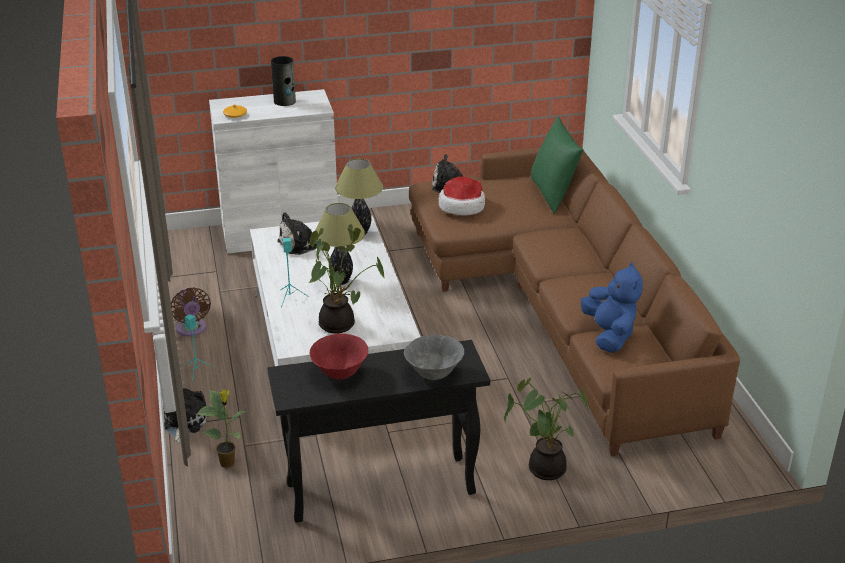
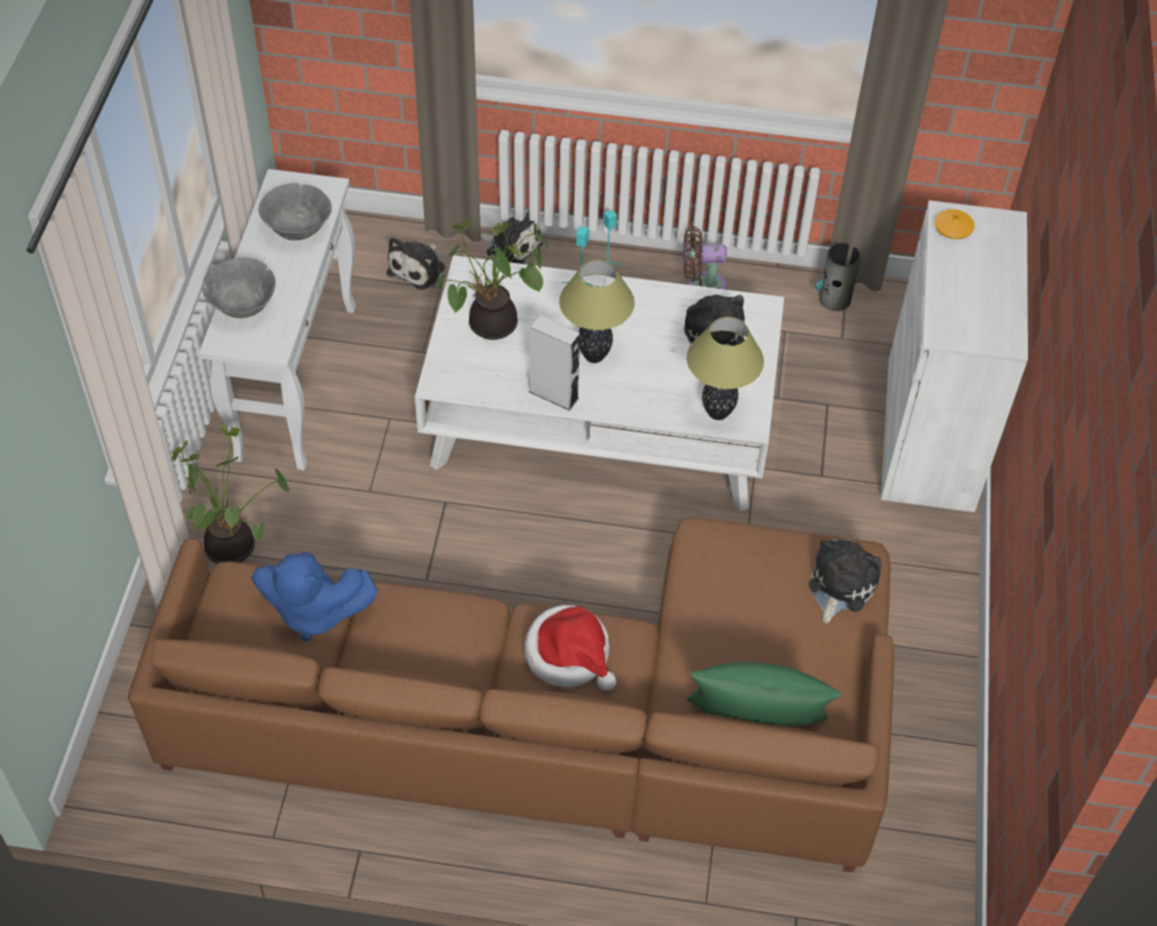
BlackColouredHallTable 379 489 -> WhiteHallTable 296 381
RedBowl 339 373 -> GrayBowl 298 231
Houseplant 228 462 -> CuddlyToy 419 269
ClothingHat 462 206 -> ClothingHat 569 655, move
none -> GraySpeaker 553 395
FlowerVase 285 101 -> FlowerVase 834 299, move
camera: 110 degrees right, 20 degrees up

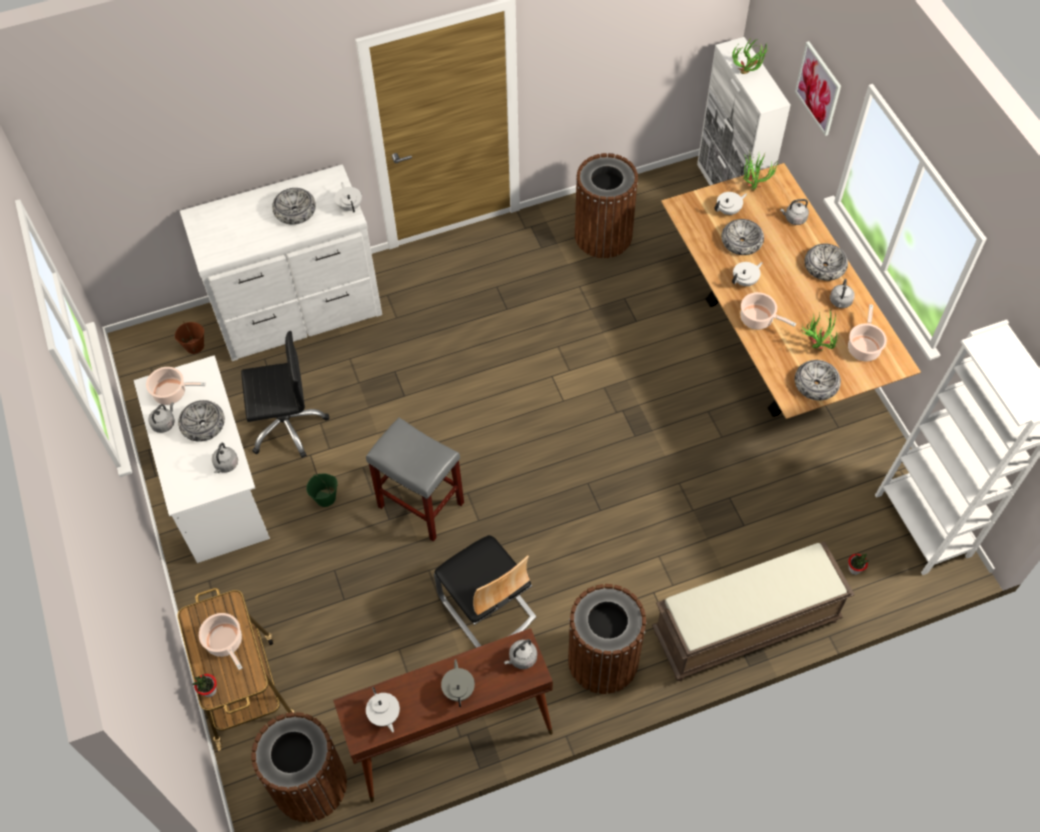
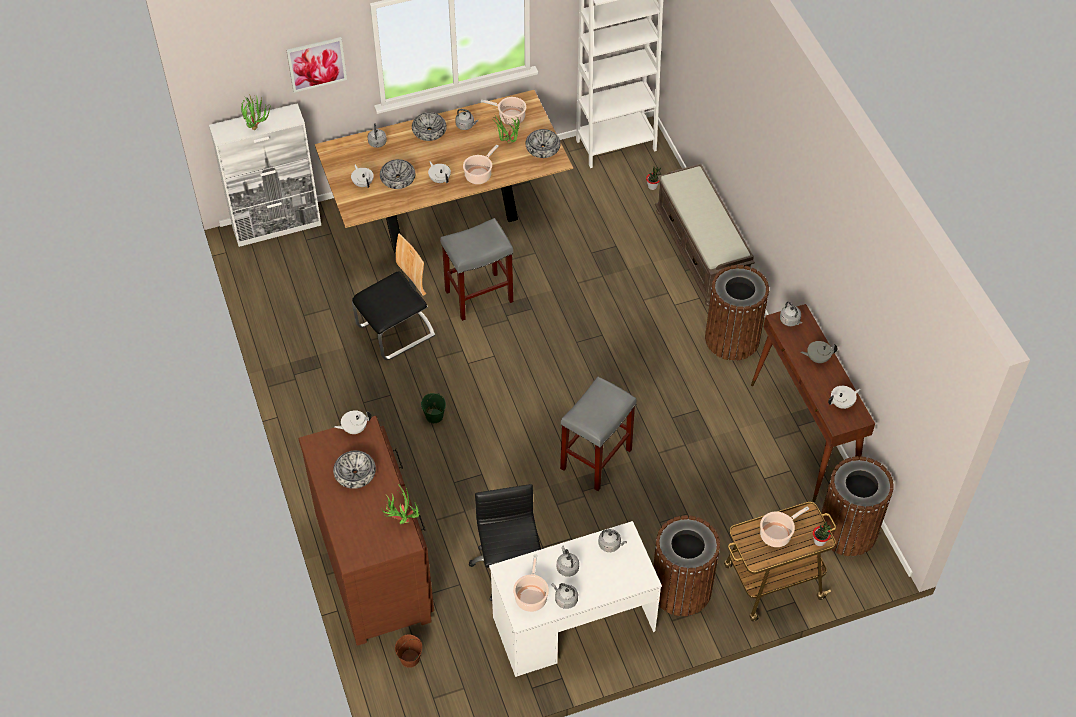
WhiteDresser 299 311 -> BrownColouredDresser 375 566
UprightChair 486 608 -> UprightChair 396 331, move
Houseplant 753 185 -> Houseplant 401 519, move
GreenColouredPail 325 497 -> GreenColouredPail 434 416, move
none -> GrayStool 478 297
Bowl 203 424 -> GrayKettle 567 567
BrownColouredTrashCan 603 235 -> BrownColouredTrashCan 681 589, move
camera: 90 degrees left, 5 degrees down

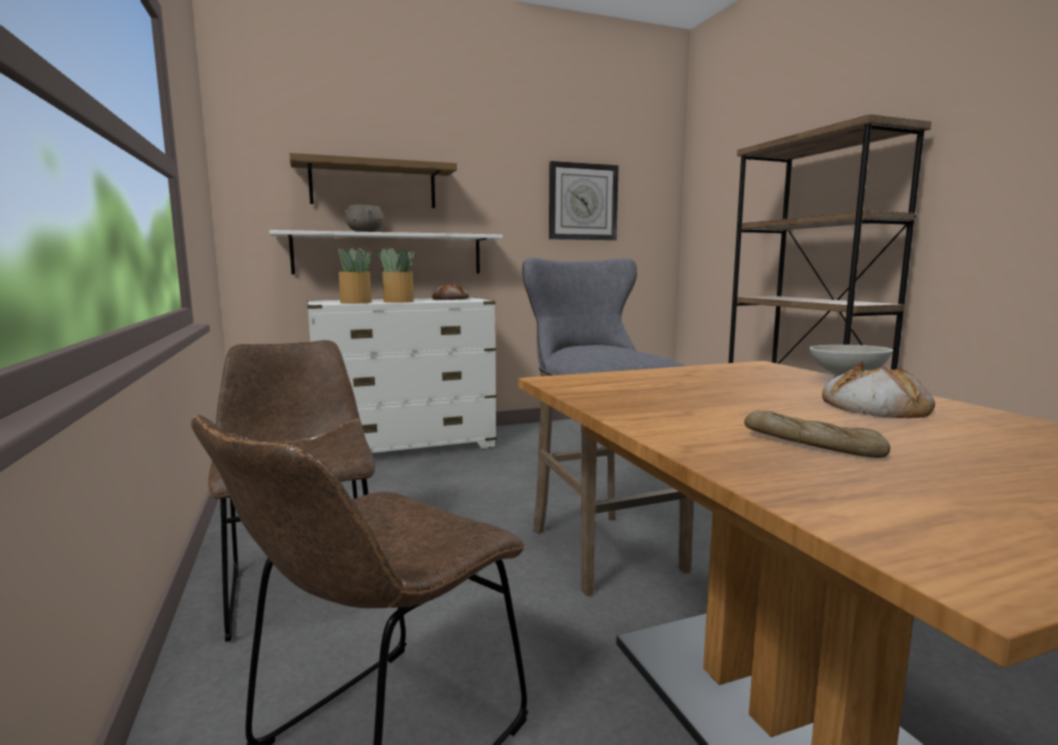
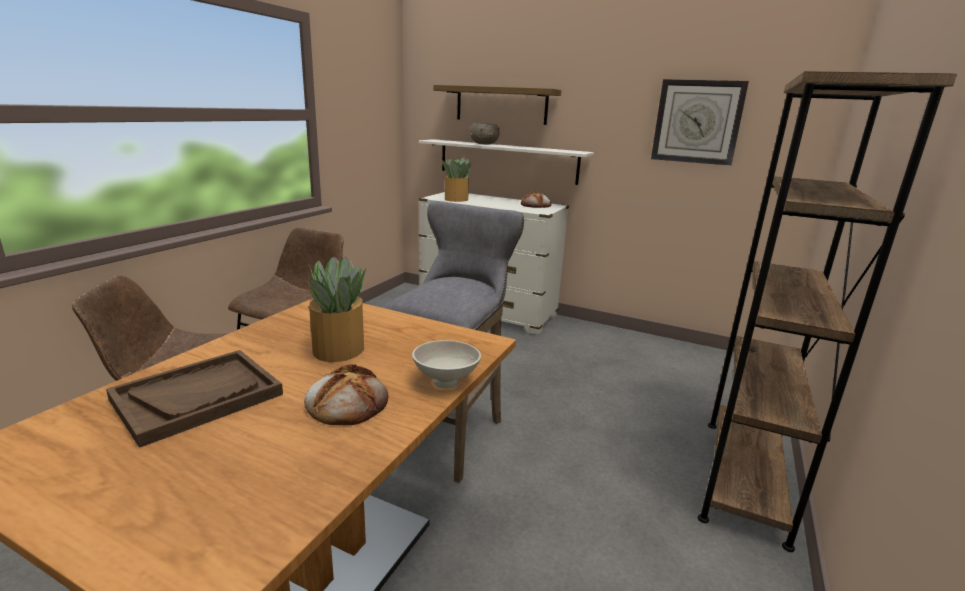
BakeryBread 811 445 -> BrownColouredServingTray 198 397
Houseplant 398 301 -> Houseplant 337 350, move
camera: 45 degrees right, 10 degrees up

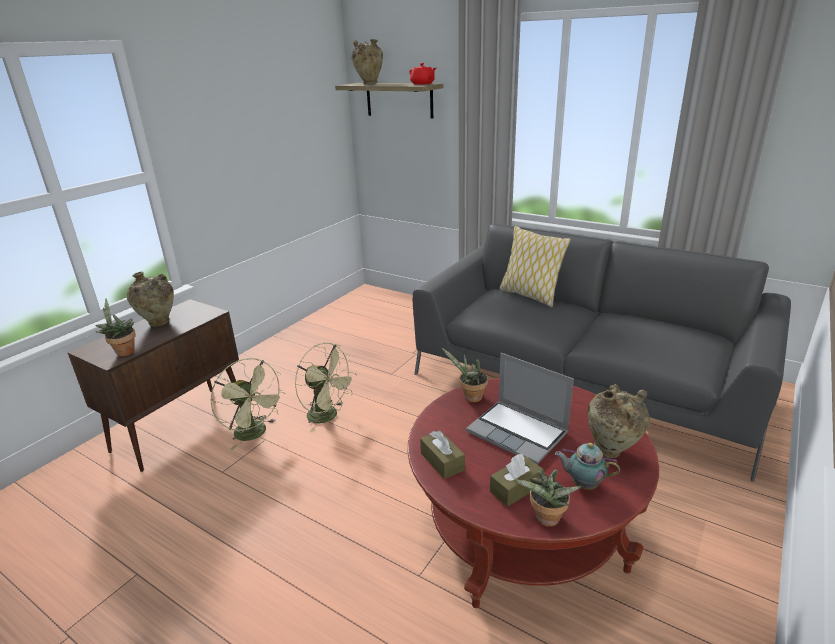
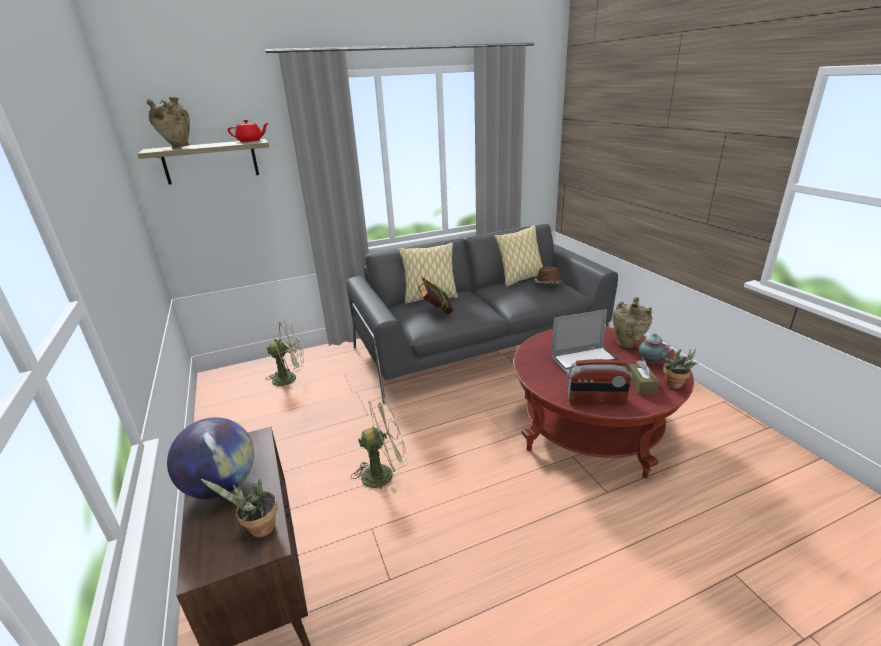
BeigeFlowerVase 159 324 -> Globe 221 486
GreenColouredFan 255 434 -> GreenColouredFan 290 378, move
none -> BoundBook 435 312
none -> ThrowPillow 520 279
none -> BrownColouredClothingHat 548 284
BrownColouredTissueBox 442 461 -> RadioReceiver 596 400
TeaPot 583 484 -> TeaPot 650 363, 105 degrees counterclockwise
Houseplant 470 398 -> none
camera: 55 degrees left, 0 degrees up

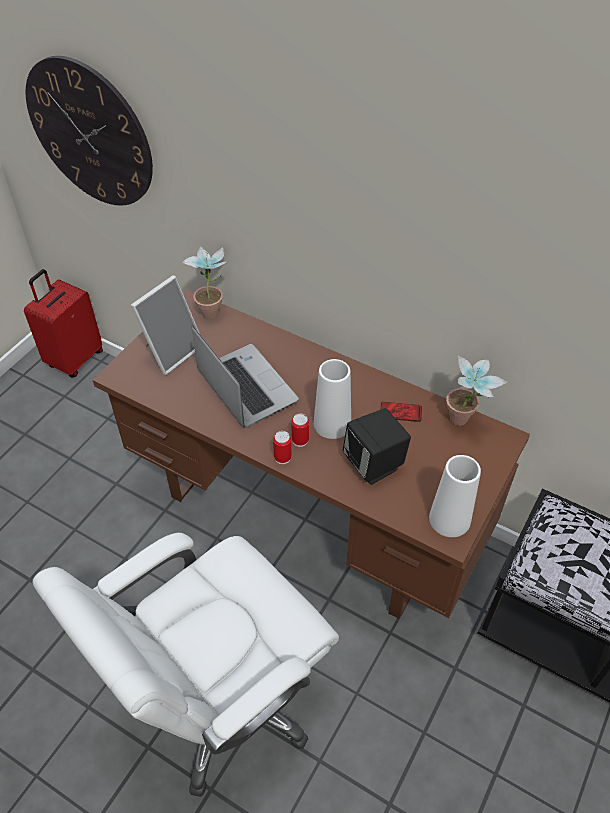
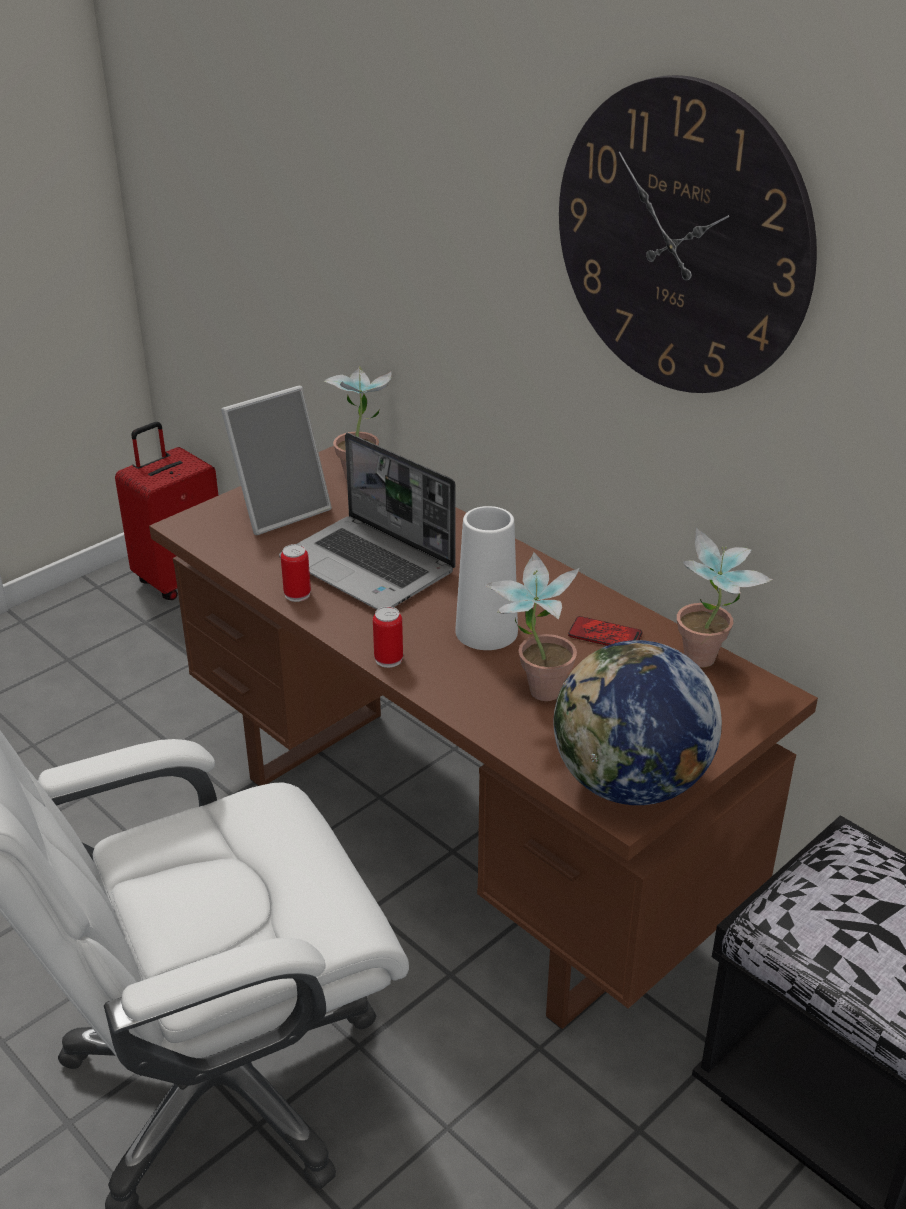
Laptop 245 386 -> Laptop 370 566, 150 degrees clockwise
Can 300 440 -> Can 297 594, move
BlackColouredSpeaker 374 464 -> Houseplant 533 692
WhiteFlowerVase 449 519 -> Globe 630 784
WallClock 90 133 -> WallClock 681 240, move
camera: 15 degrees right, 15 degrees down

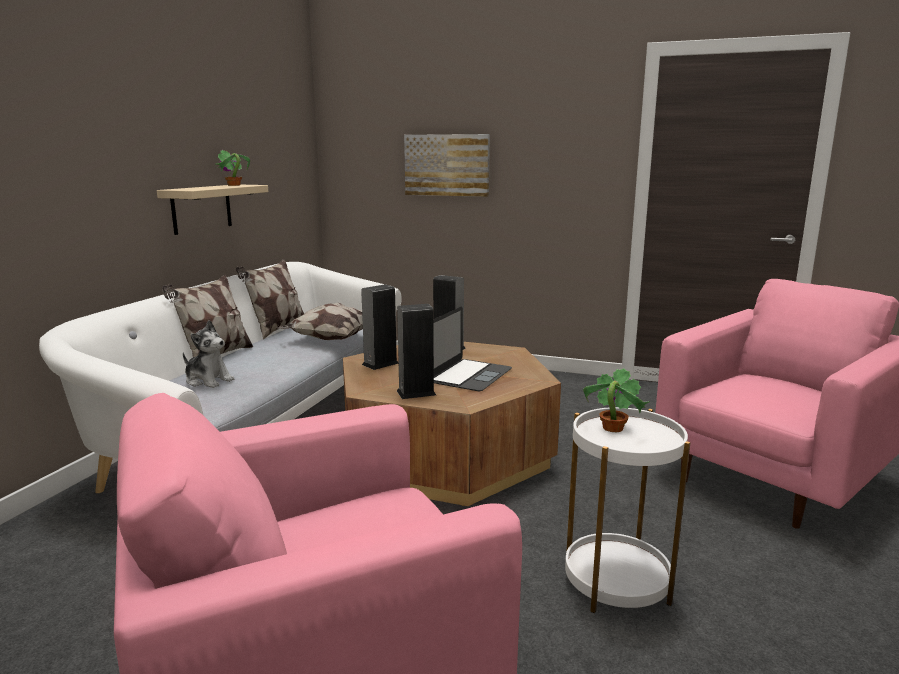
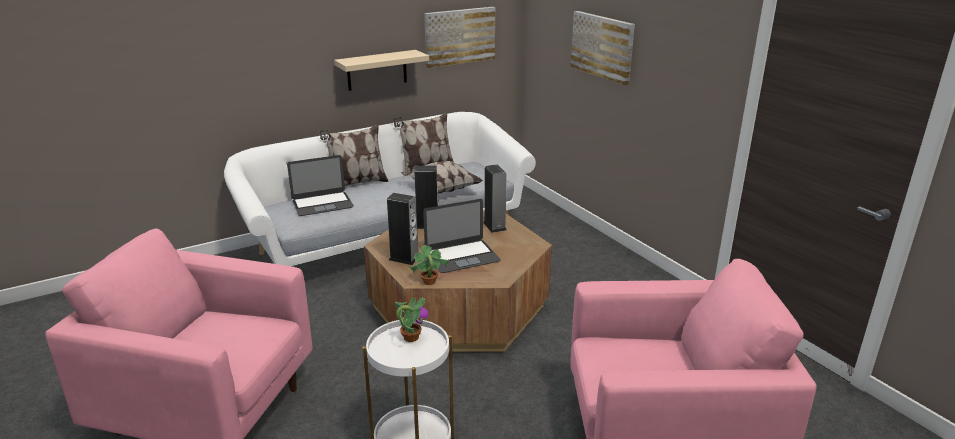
CuddlyToy 208 380 -> Laptop 322 204
Houseplant 233 185 -> Houseplant 429 282, move
none -> Picture 459 36
camera: 40 degrees right, 10 degrees up

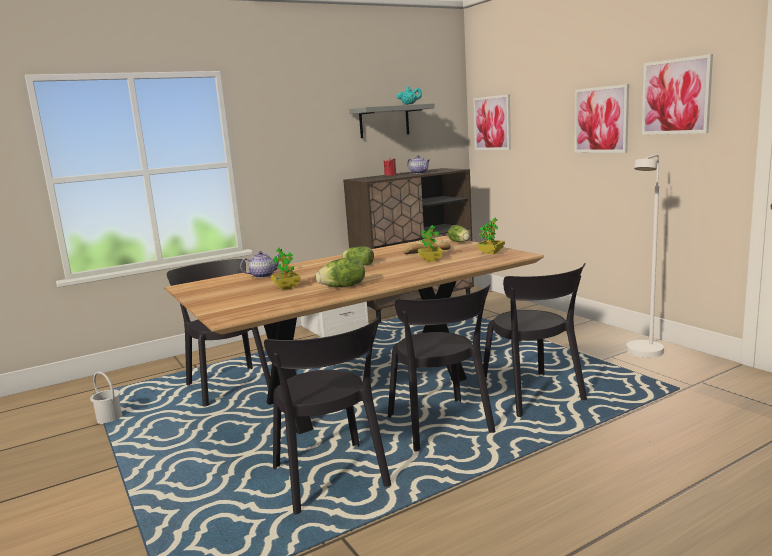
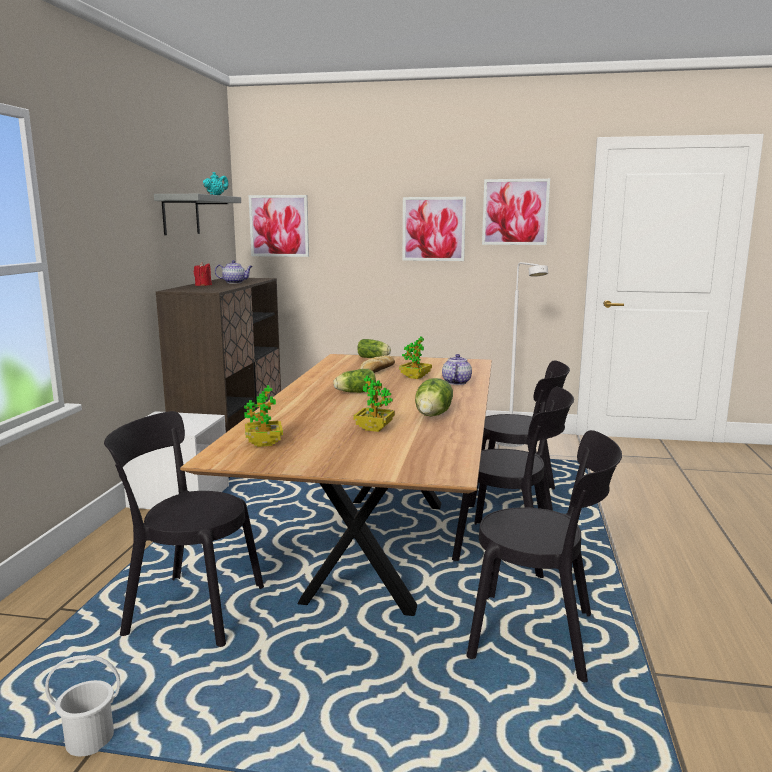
Houseplant 491 253 -> Houseplant 264 443, move
TeaPot 263 275 -> TeaPot 456 382, move
camera: 50 degrees left, 0 degrees up

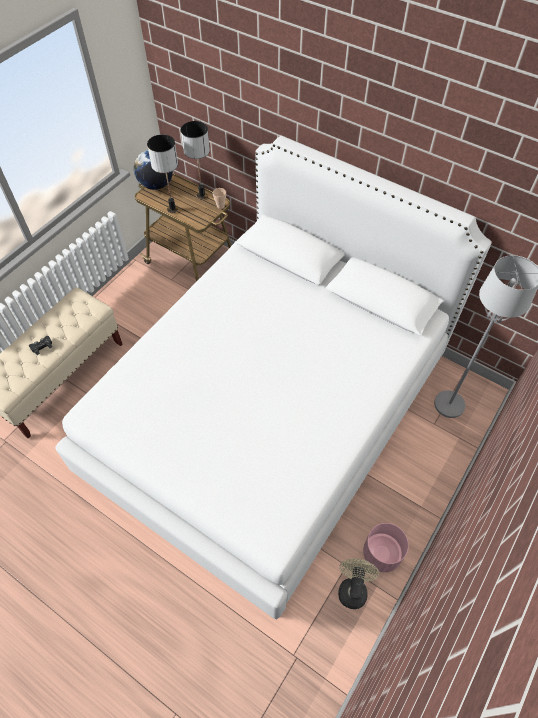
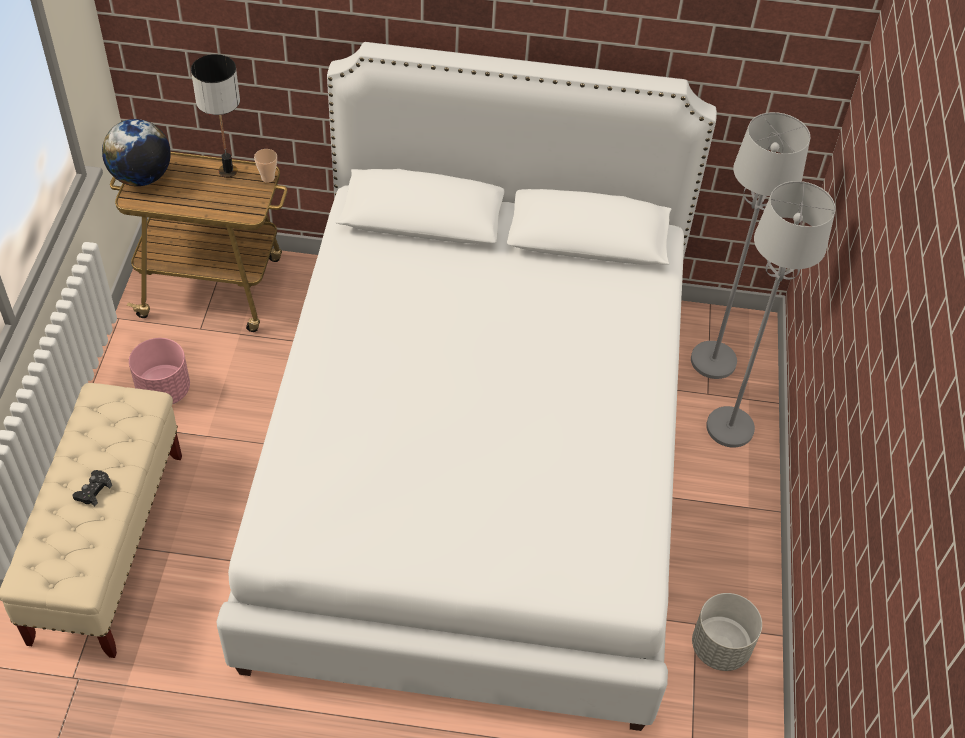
PinkPlantPot 381 553 -> PinkPlantPot 164 390, move
BeigeFan 353 588 -> GrayPlantPot 720 647
none -> GrayStandardLamp 730 428
TableLamp 172 209 -> none
camera: 30 degrees left, 5 degrees down

